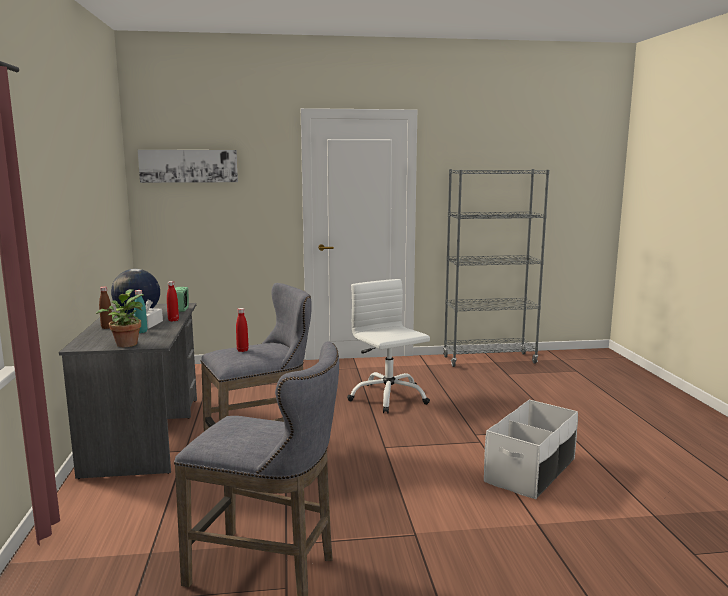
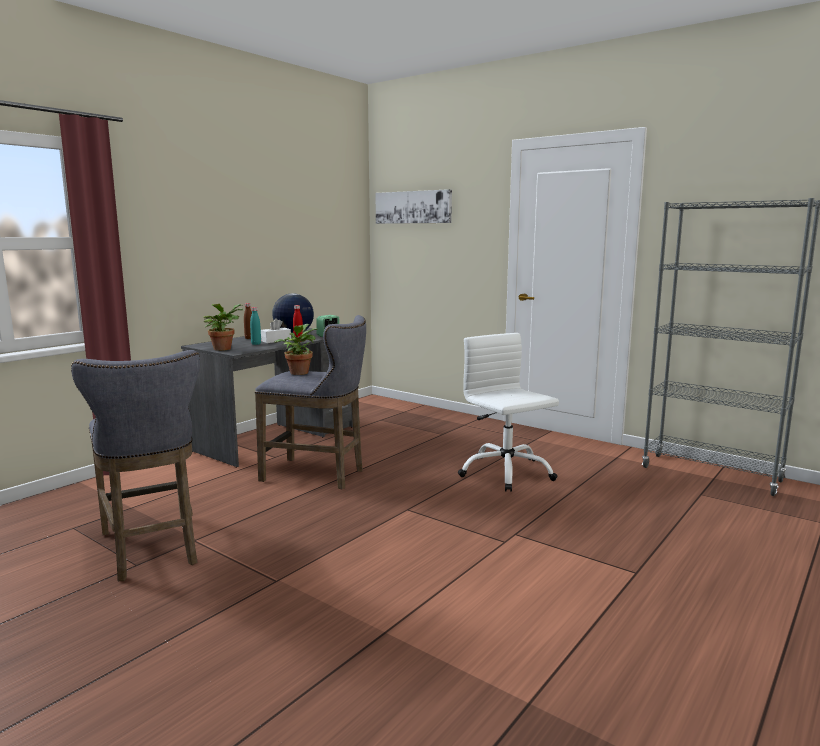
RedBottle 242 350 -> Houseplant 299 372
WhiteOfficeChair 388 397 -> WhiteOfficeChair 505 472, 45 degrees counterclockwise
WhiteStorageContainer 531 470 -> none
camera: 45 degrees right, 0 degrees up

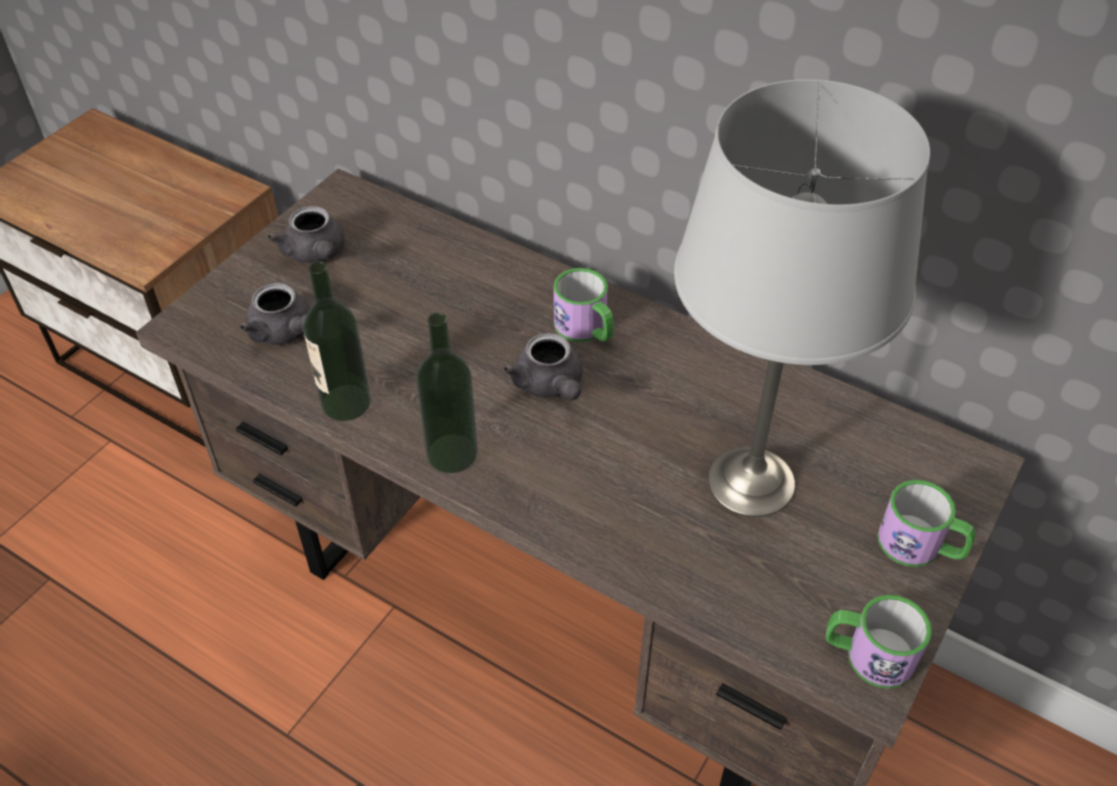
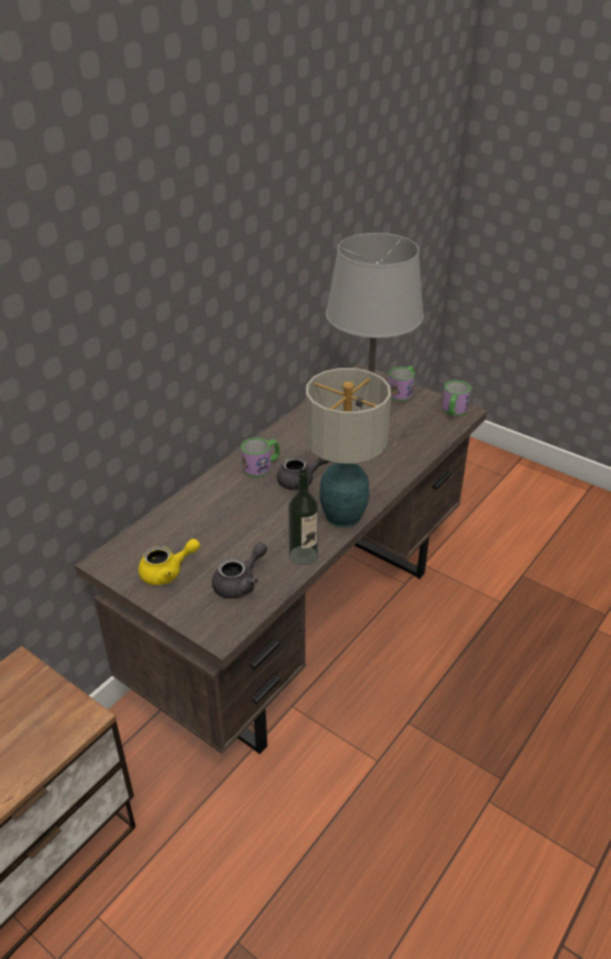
GrayTeaPot 316 254 -> YellowishTeaPot 167 572
Bottle 452 453 -> TableLamp 344 515
camera: 85 degrees left, 10 degrees down

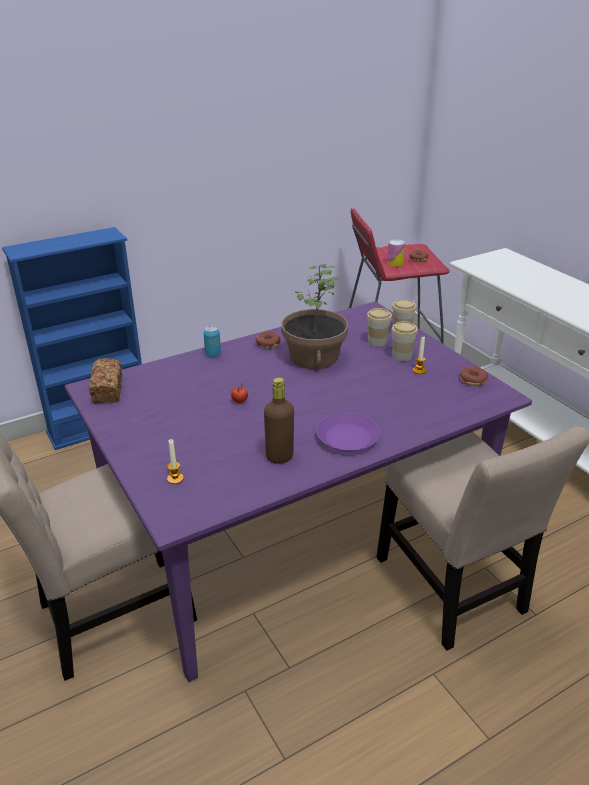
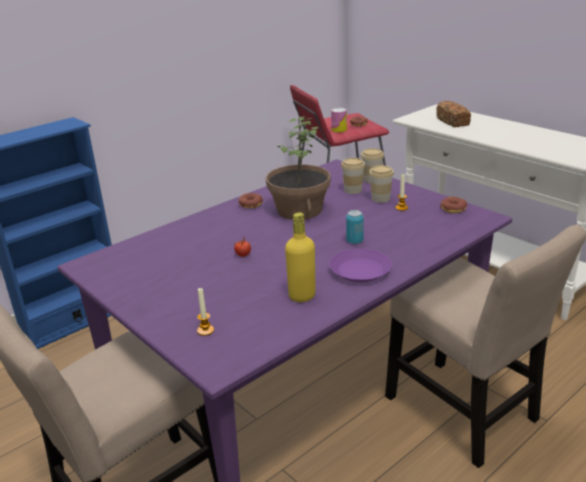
BrownColouredBottle 279 457 -> YellowishBottle 302 296
Can 213 354 -> Can 354 241, move
BakeryBread 108 390 -> BakeryBread 452 122, move
camera: 10 degrees left, 5 degrees down

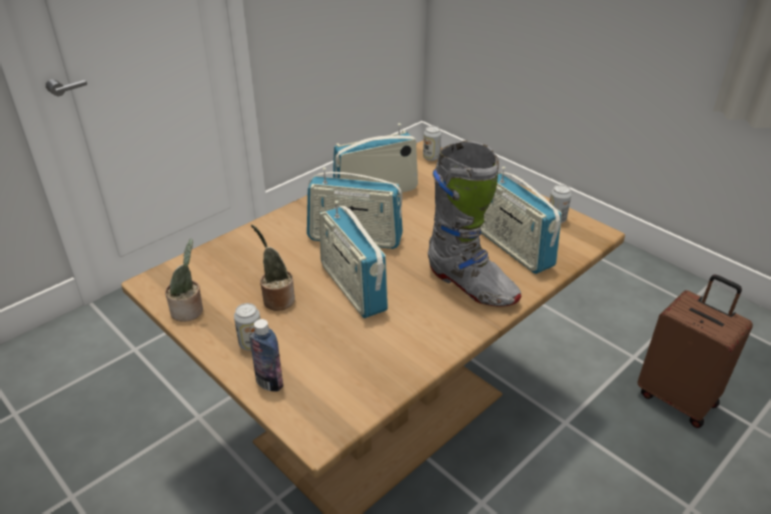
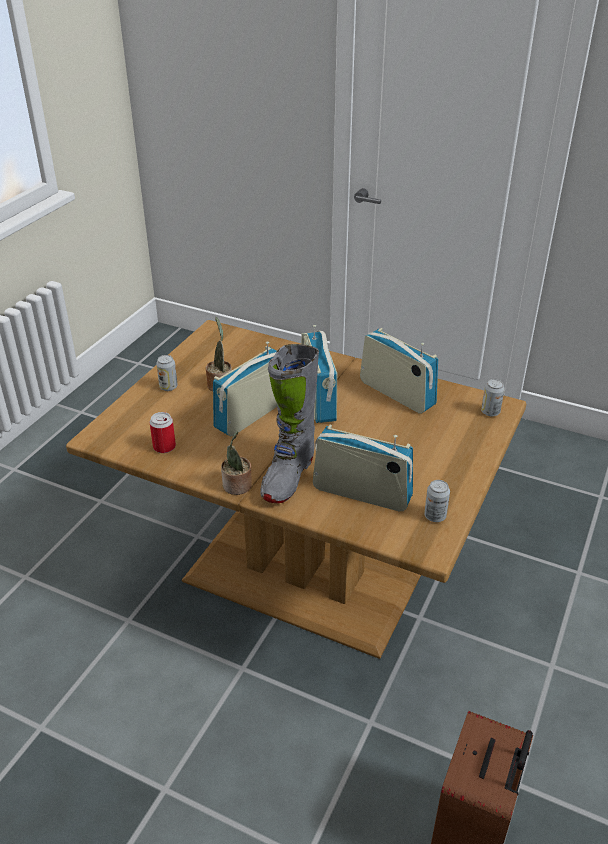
none -> Can 164 447
Houseplant 189 311 -> Houseplant 237 486, move
RadioReceiver 513 248 -> RadioReceiver 362 493, 75 degrees clockwise
Bottle 269 383 -> none
camera: 70 degrees right, 0 degrees up

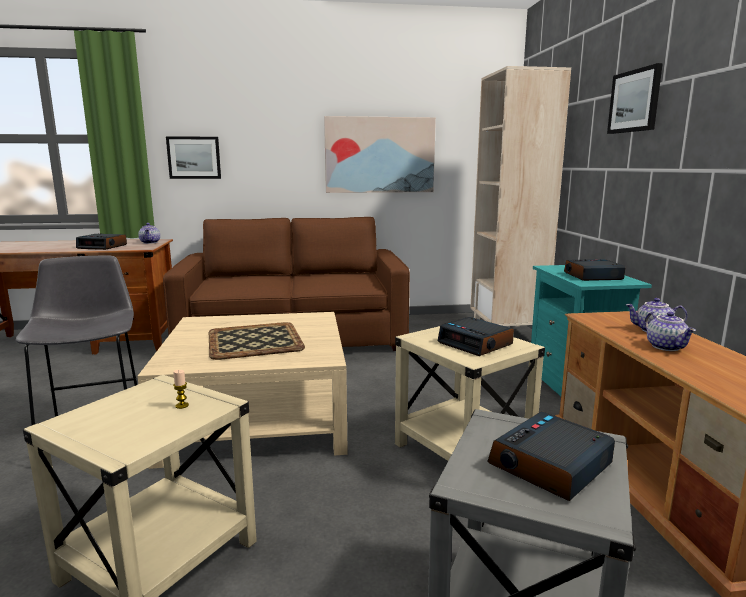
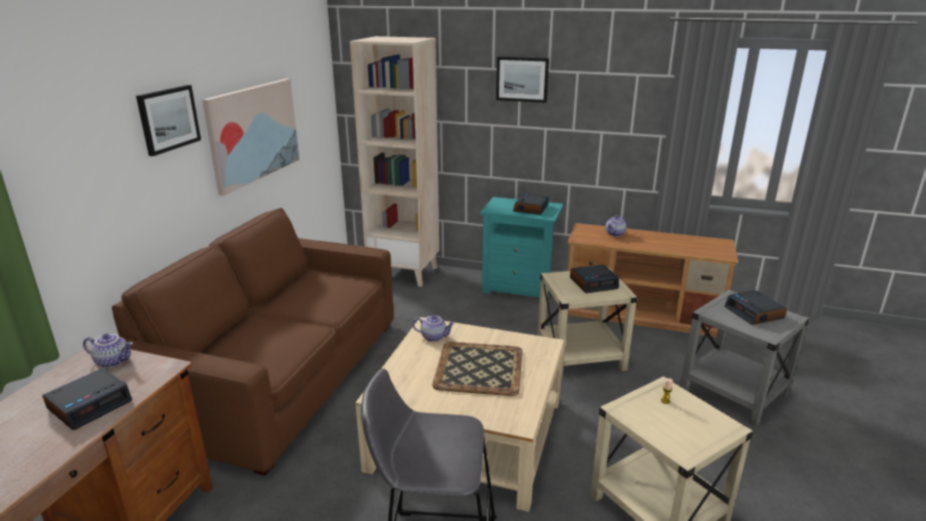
Picture 194 157 -> Picture 168 119, move
TeaPot 666 347 -> TeaPot 434 337, move
camera: 65 degrees left, 10 degrees up

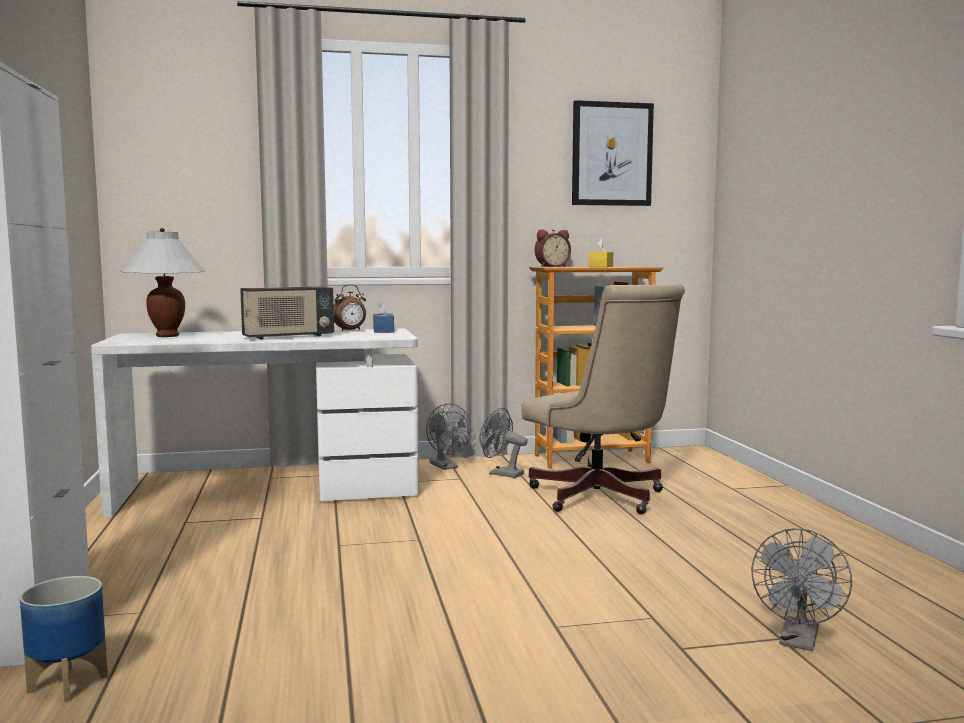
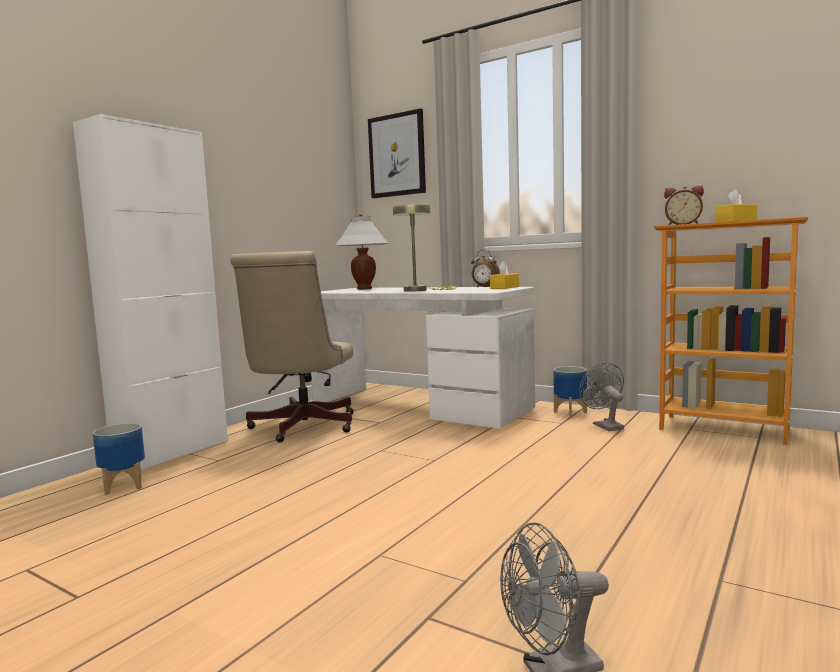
BeigeOfficeChair 602 499 -> BeigeOfficeChair 300 428, move
Picture 611 154 -> Picture 397 155, move
RadioReceiver 288 337 -> BeigeTableLamp 420 290
BluishTissueBox 383 331 -> YellowishTissueBox 504 287
GrayFan 446 467 -> PlantPot 570 412
camera: 45 degrees right, 0 degrees up

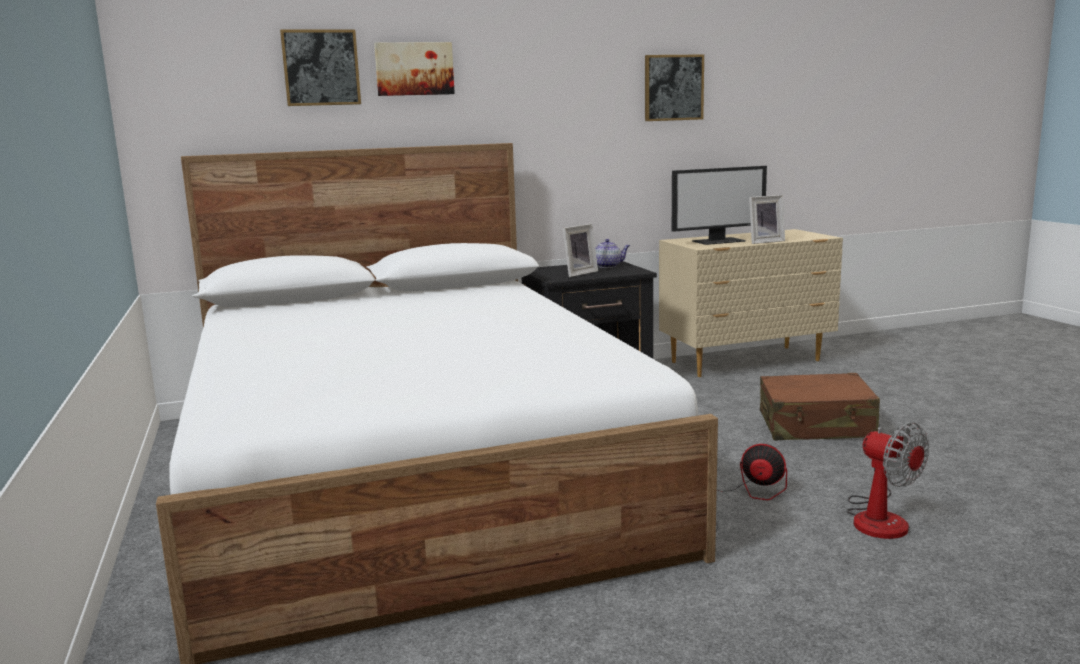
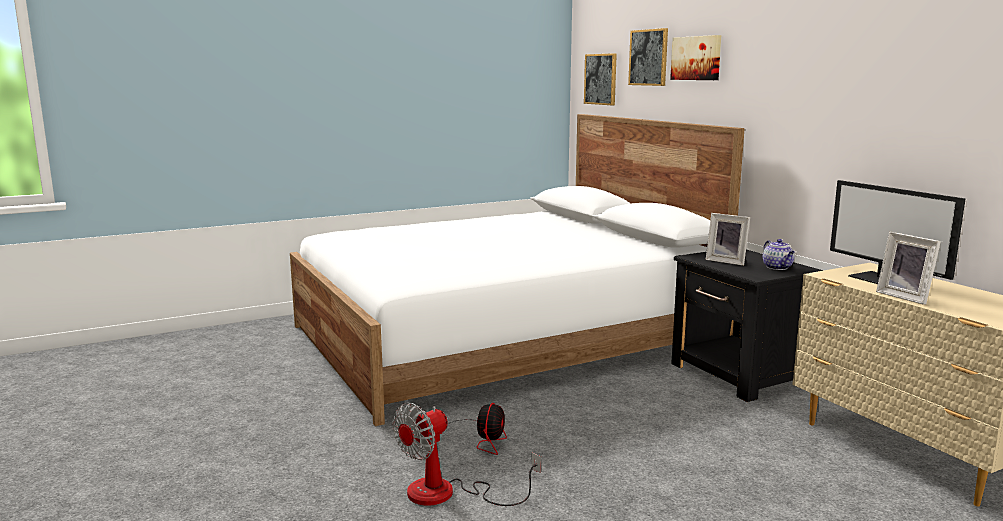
Picture 673 88 -> Picture 601 79, move
BrownColouredSuitcase 816 426 -> none
camera: 80 degrees right, 0 degrees up

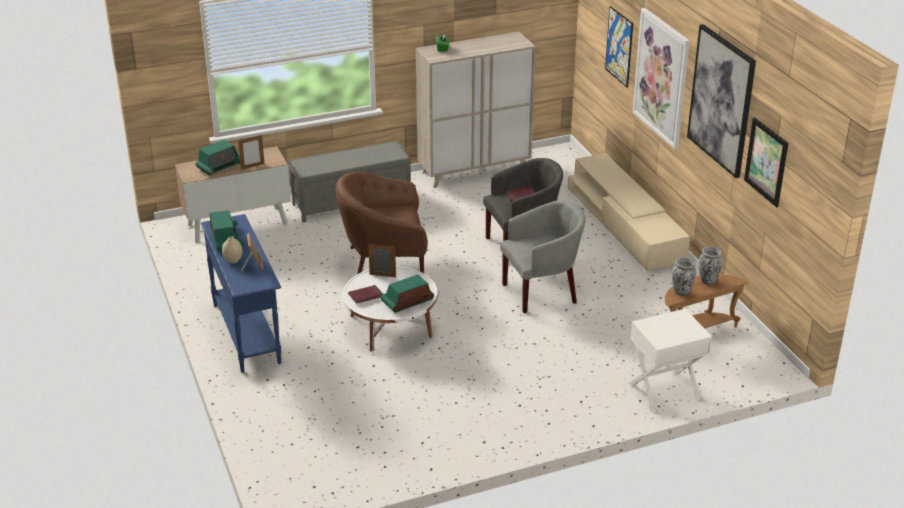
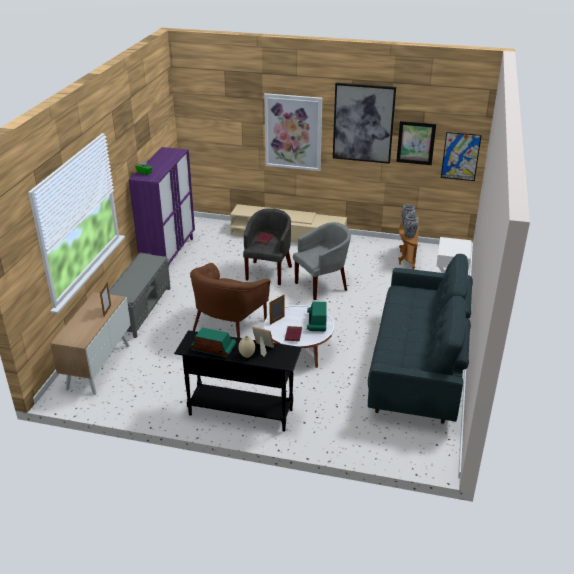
BeigeStorageCabinet 474 171 -> PurplishStorageCabinet 169 254
BluishHallTable 247 333 -> BlackColouredHallTable 240 412
GrayArmchair 542 292 -> GrayArmchair 322 285, 45 degrees clockwise
none -> GraySettee 418 367
Picture 619 46 -> Picture 460 156, move
RadioReceiver 220 166 -> none
camera: 55 degrees left, 0 degrees up

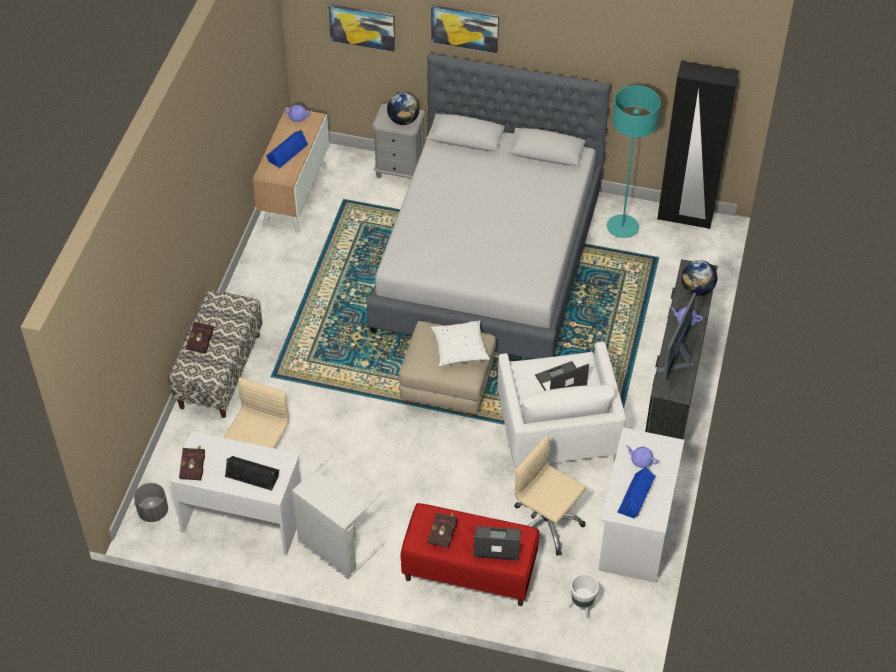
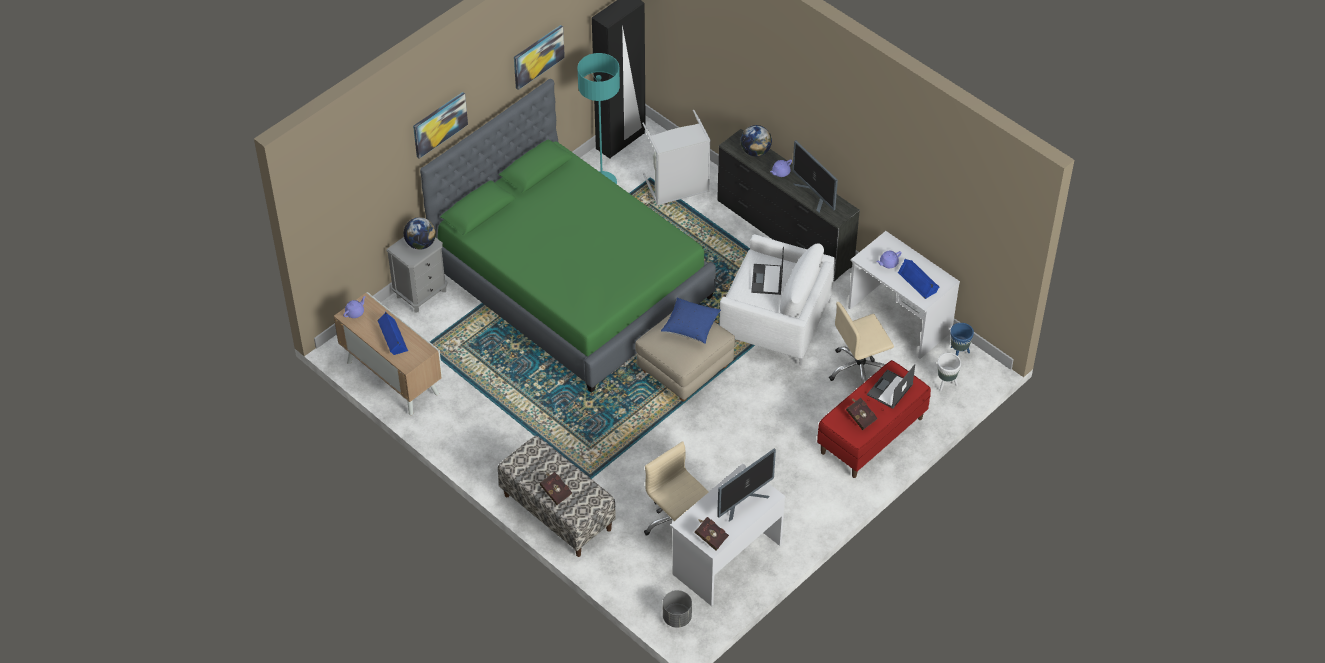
GrayBed 488 261 -> GreenColouredBed 572 282
Picture 362 27 -> Picture 538 56, move
GrayHamper 335 548 -> GrayHamper 678 188, move
WhiteThrowPillow 459 350 -> BluishThrowPillow 690 327
BlackColouredSpeaker 252 474 -> Monitor 743 501
none -> BluishPlantPot 958 353
camera: 60 degrees left, 0 degrees up

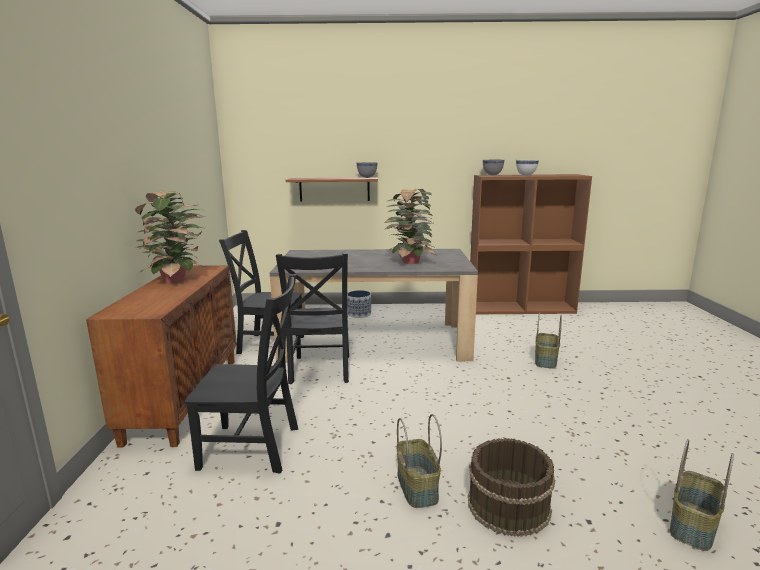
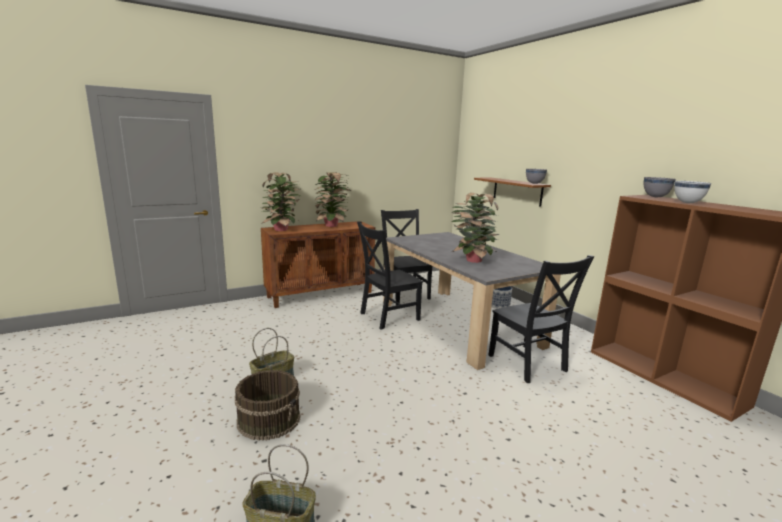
none -> Houseplant 282 229
BlackColouredUprightChair 254 448 -> BlackColouredUprightChair 528 365, move
Basket 545 360 -> none
camera: 60 degrees right, 0 degrees up

